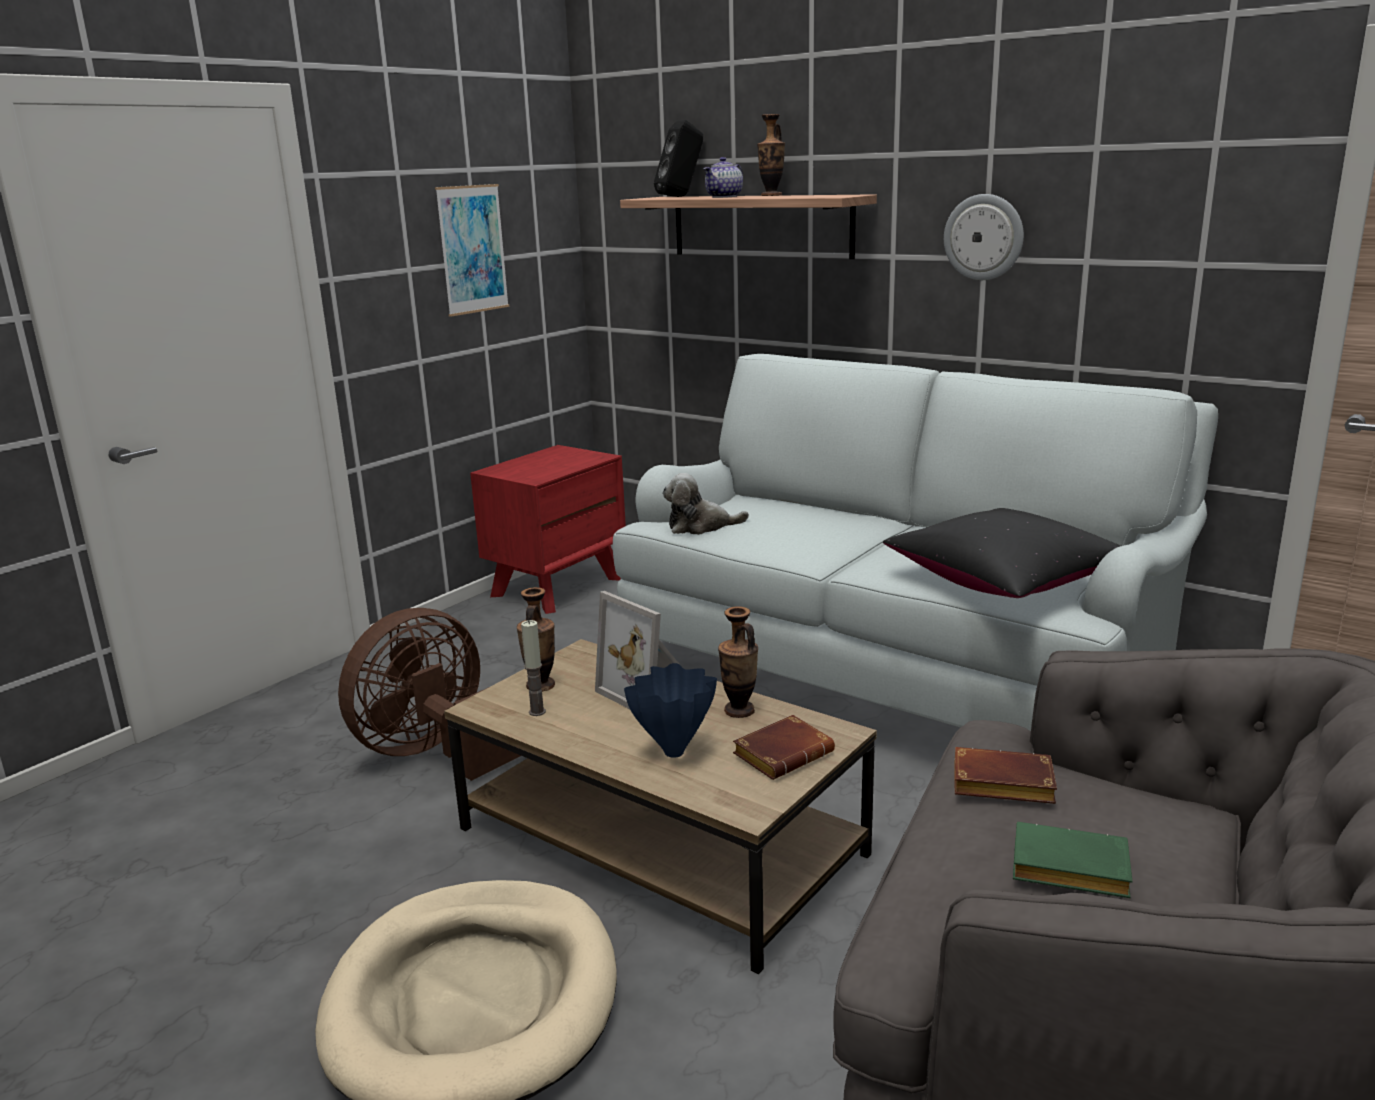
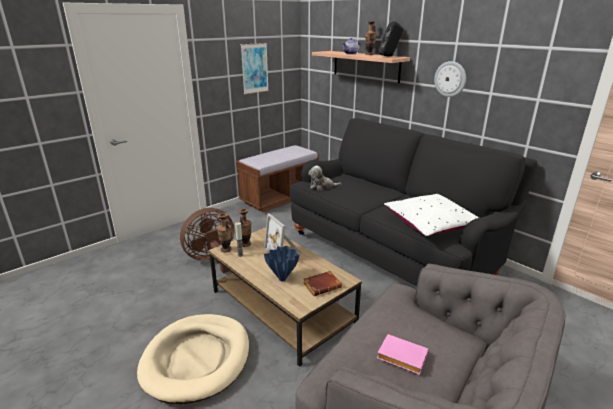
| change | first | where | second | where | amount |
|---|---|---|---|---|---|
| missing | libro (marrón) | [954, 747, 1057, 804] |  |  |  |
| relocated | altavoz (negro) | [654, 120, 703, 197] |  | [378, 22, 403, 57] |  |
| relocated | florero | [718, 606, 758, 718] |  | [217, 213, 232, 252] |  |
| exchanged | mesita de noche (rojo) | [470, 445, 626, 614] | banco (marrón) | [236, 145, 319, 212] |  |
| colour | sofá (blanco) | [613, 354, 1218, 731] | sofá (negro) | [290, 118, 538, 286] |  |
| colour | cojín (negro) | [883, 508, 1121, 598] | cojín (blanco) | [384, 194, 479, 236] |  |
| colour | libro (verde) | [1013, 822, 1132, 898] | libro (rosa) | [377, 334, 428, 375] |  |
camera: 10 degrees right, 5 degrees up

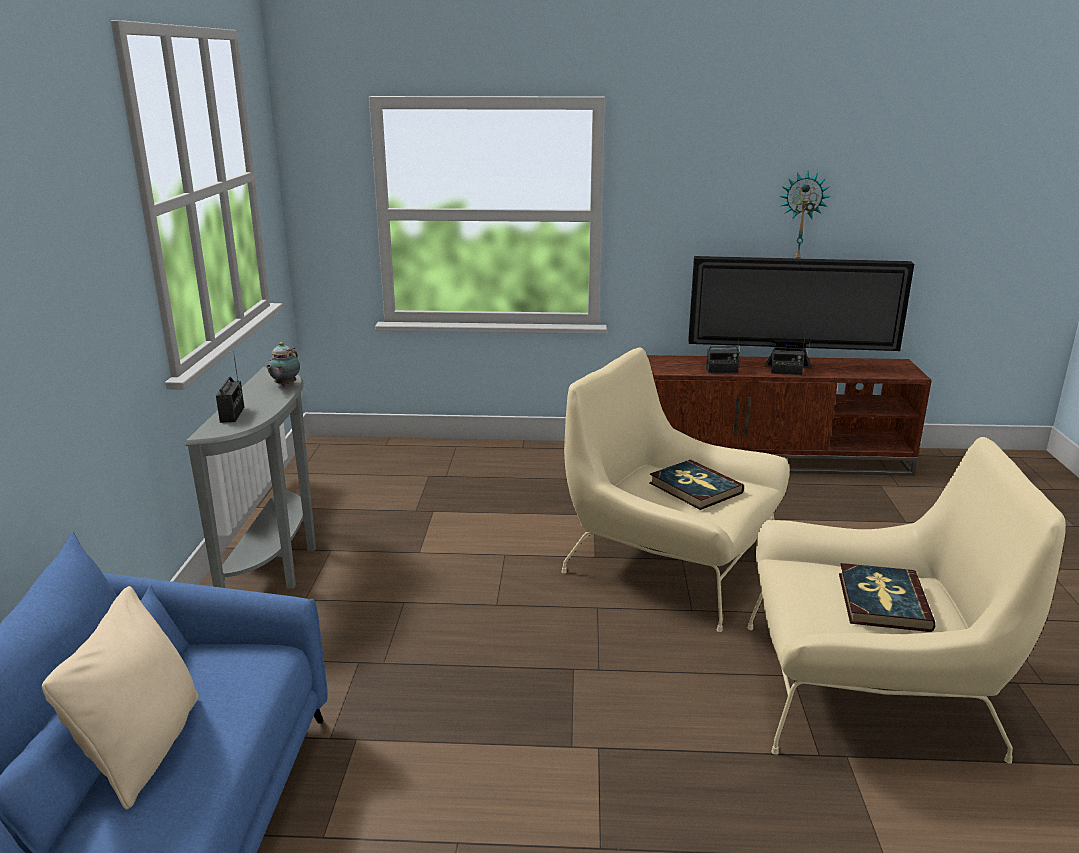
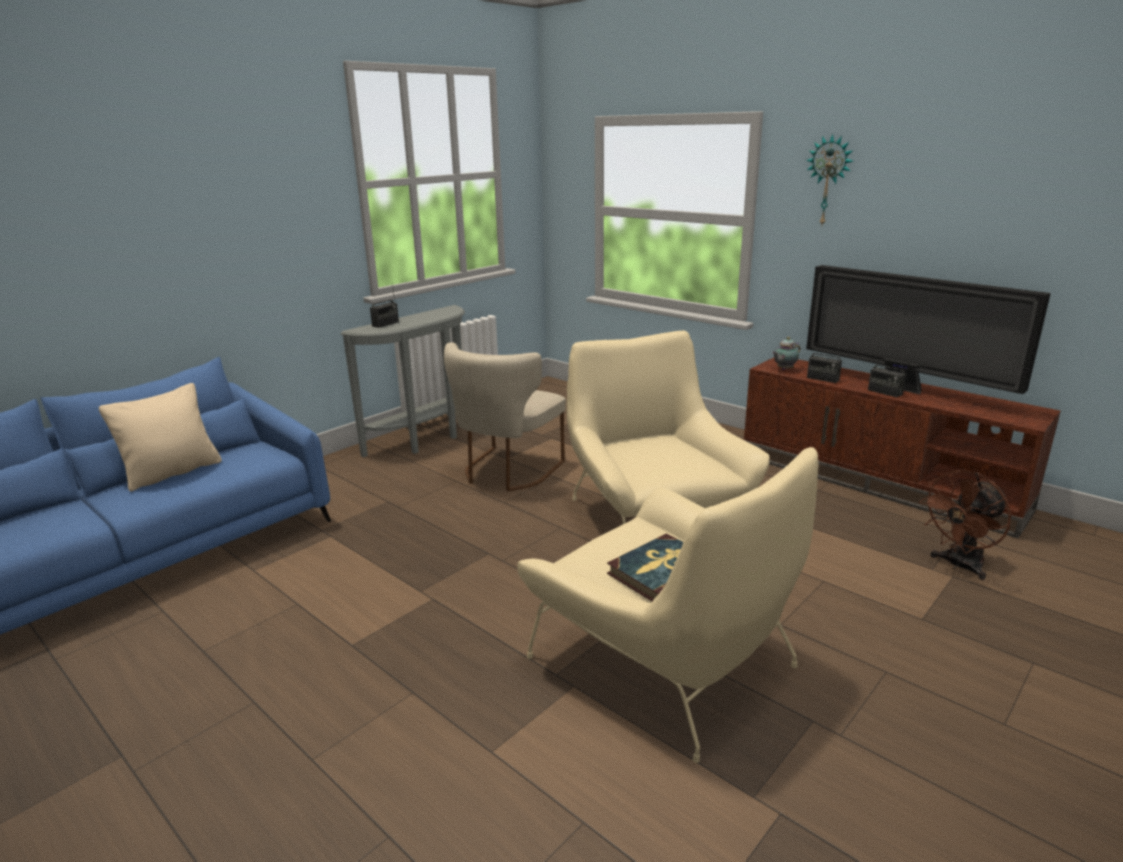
| change | first | where | second | where | amount |
|---|---|---|---|---|---|
| missing | libro | [649, 460, 744, 510] |  |  |  |
| appeared |  |  | silla (beis) | [444, 342, 566, 491] |  |
| appeared |  |  | ventilador (marrón) | [919, 470, 1011, 580] |  |
| relocated | tetera | [266, 342, 300, 386] |  | [772, 337, 800, 370] |  |
| relocated | reloj de pared | [779, 171, 830, 258] |  | [806, 134, 853, 225] |  |
camera: 40 degrees right, 0 degrees up

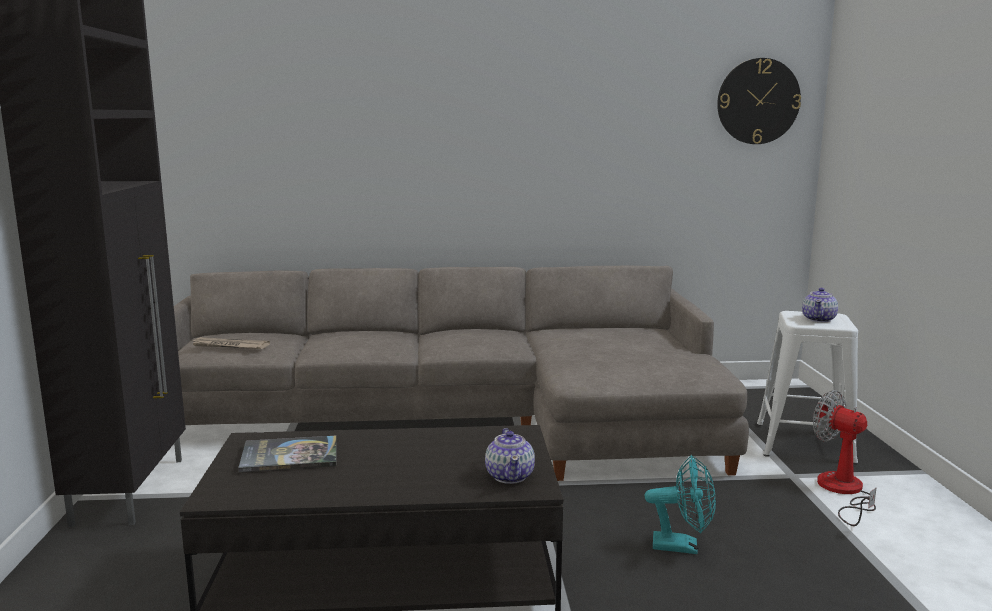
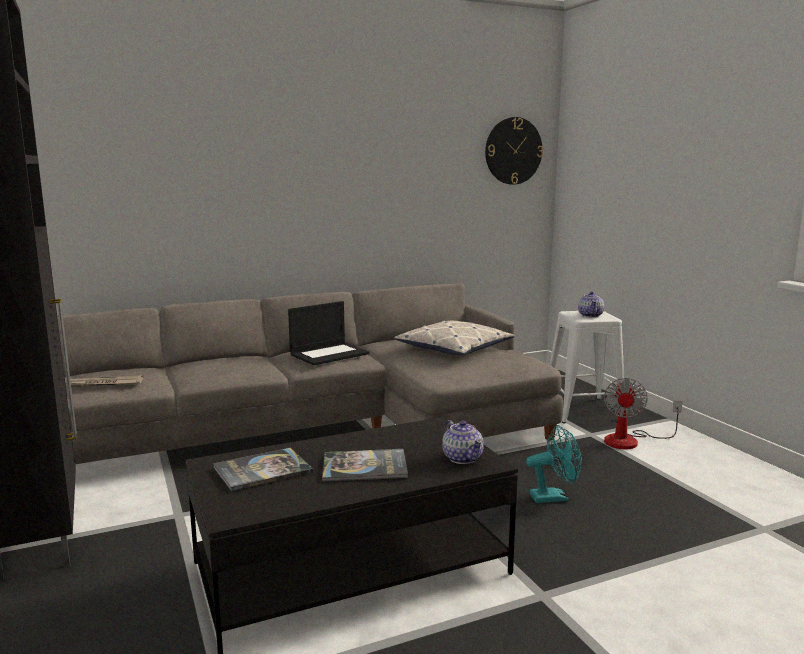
| change | first | where | second | where | amount |
|---|---|---|---|---|---|
| appeared |  |  | portátil | [288, 301, 369, 365] |  |
| appeared |  |  | libro | [322, 449, 408, 482] |  |
| appeared |  |  | cojín | [394, 320, 515, 355] |  |
| spun | ventilador | [813, 390, 876, 526] |  | [604, 378, 682, 449] | 105 degrees counterclockwise |
camera: 20 degrees left, 0 degrees up

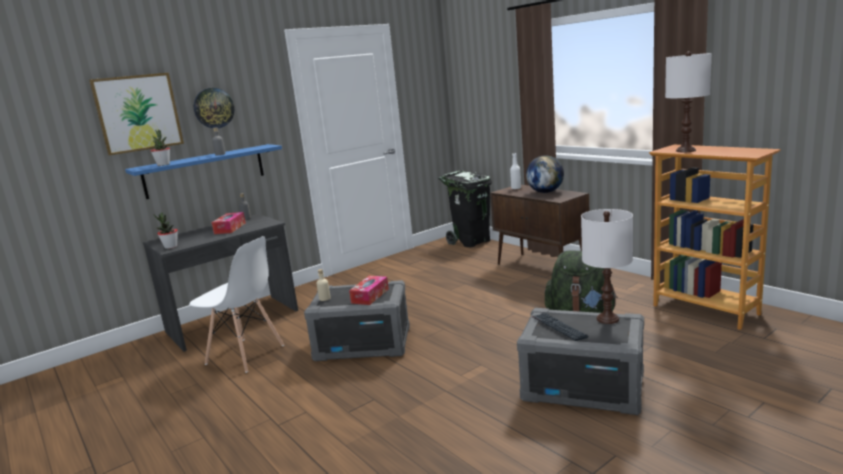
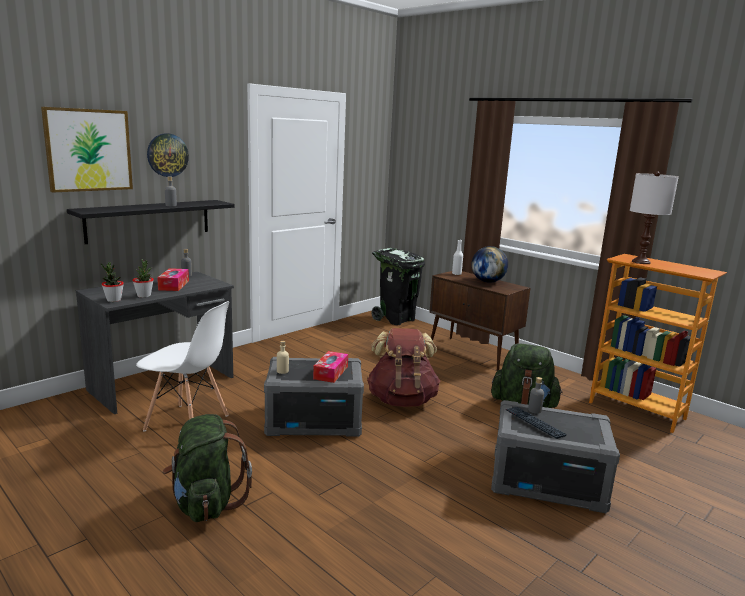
| change | first | where | second | where | amount |
|---|---|---|---|---|---|
| missing | lámpara de mesa (blanco) | [581, 209, 633, 324] |  |  |  |
| appeared |  |  | mochila (verde) | [163, 414, 252, 522] |  |
| appeared |  |  | mochila (marrón) | [367, 328, 441, 407] |  |
| appeared |  |  | botella (gris) | [528, 377, 544, 414] |  |
| relocated | planta en maceta | [150, 129, 170, 166] |  | [132, 259, 154, 298] |  |
| colour | estante (azul) | [125, 144, 282, 199] | estante (negro) | [67, 200, 234, 244] |  |
camera: 10 degrees left, 0 degrees up

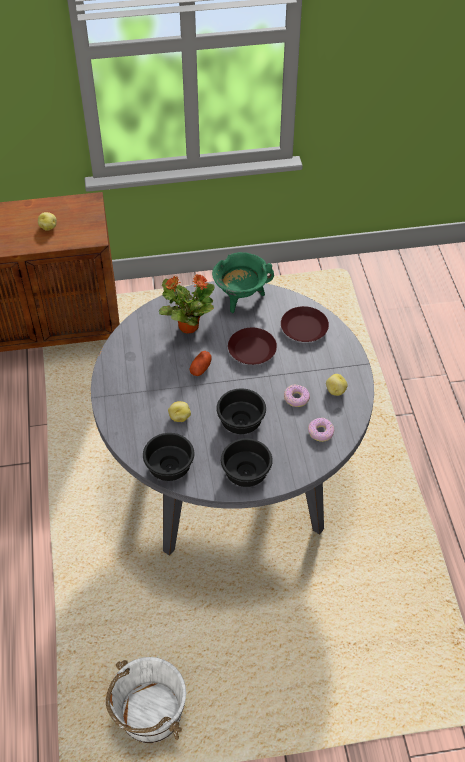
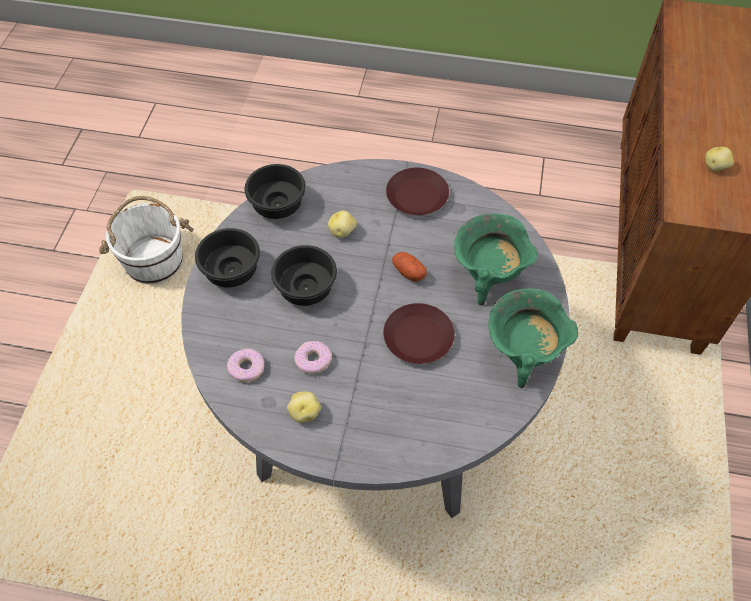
| change | first | where | second | where | amount |
|---|---|---|---|---|---|
| relocated | plato (marrón) | [281, 306, 329, 342] |  | [386, 168, 449, 215] |  |
| exchanged | planta en maceta | [159, 274, 215, 333] | olla (verde) | [454, 213, 538, 306] |  |
camera: 110 degrees right, 5 degrees up

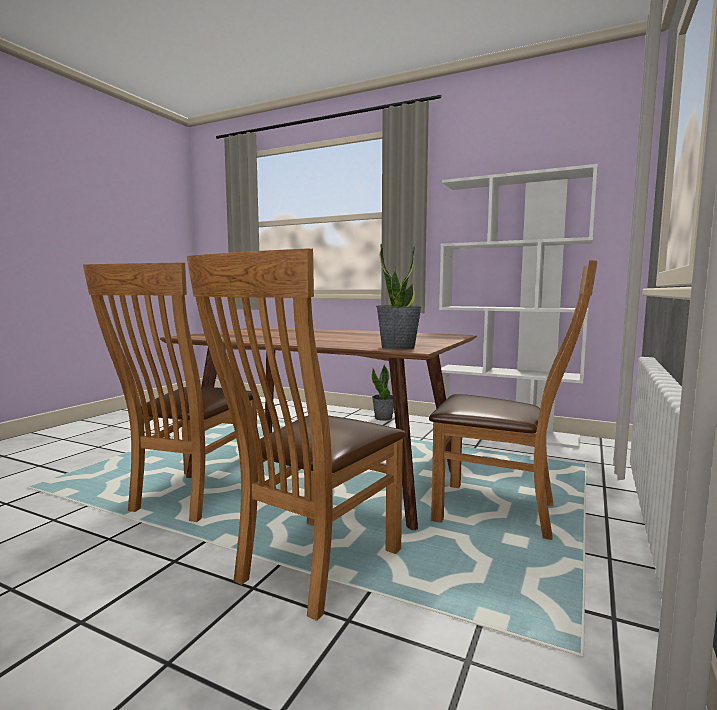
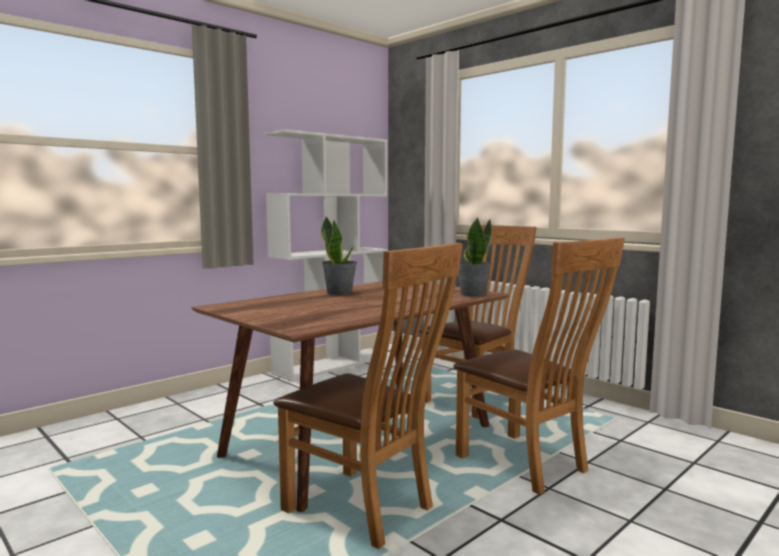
| change | first | where | second | where | amount |
|---|---|---|---|---|---|
| relocated | planta en maceta | [372, 364, 394, 421] |  | [321, 217, 357, 295] |  |
camera: 70 degrees left, 0 degrees up

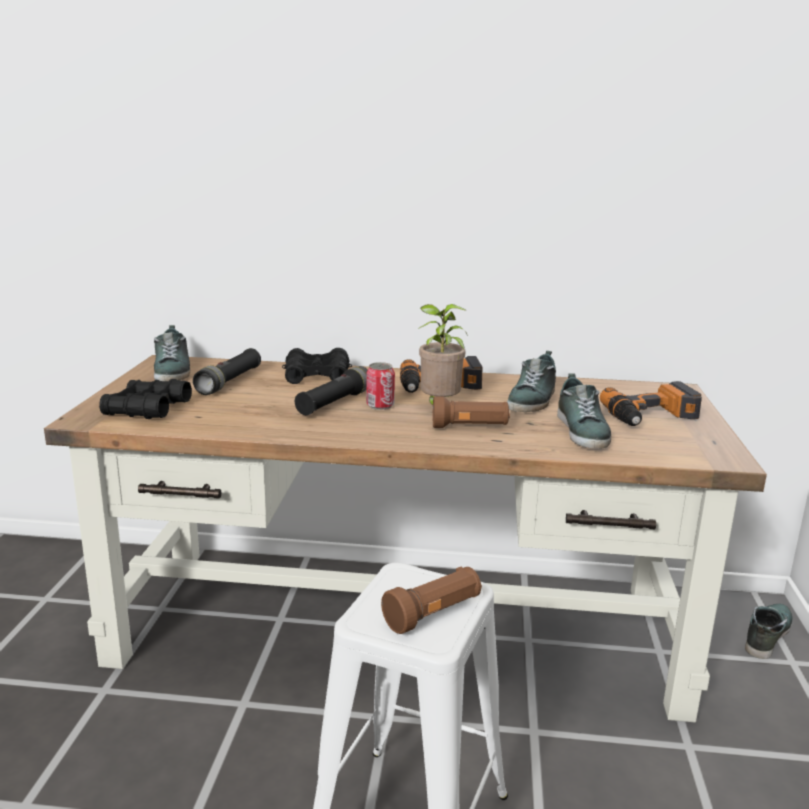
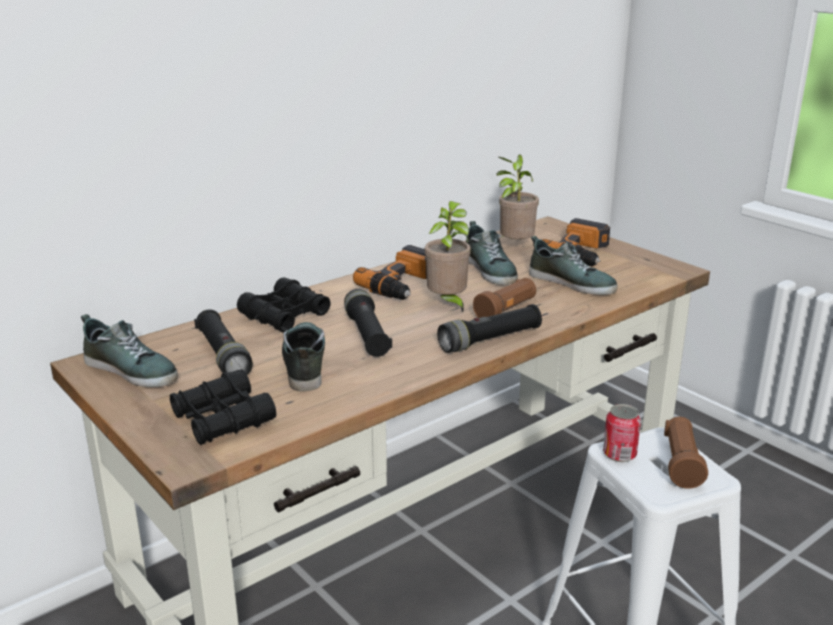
| change | first | where | second | where | amount |
|---|---|---|---|---|---|
| appeared |  |  | linterna (negro) | [437, 304, 542, 353] |  |
| appeared |  |  | planta en maceta | [497, 155, 539, 240] |  |
| relocated | lata | [366, 362, 395, 410] |  | [603, 404, 641, 462] |  |
| relocated | zapato | [745, 604, 793, 659] |  | [282, 322, 325, 391] |  |
camera: 45 degrees left, 5 degrees up

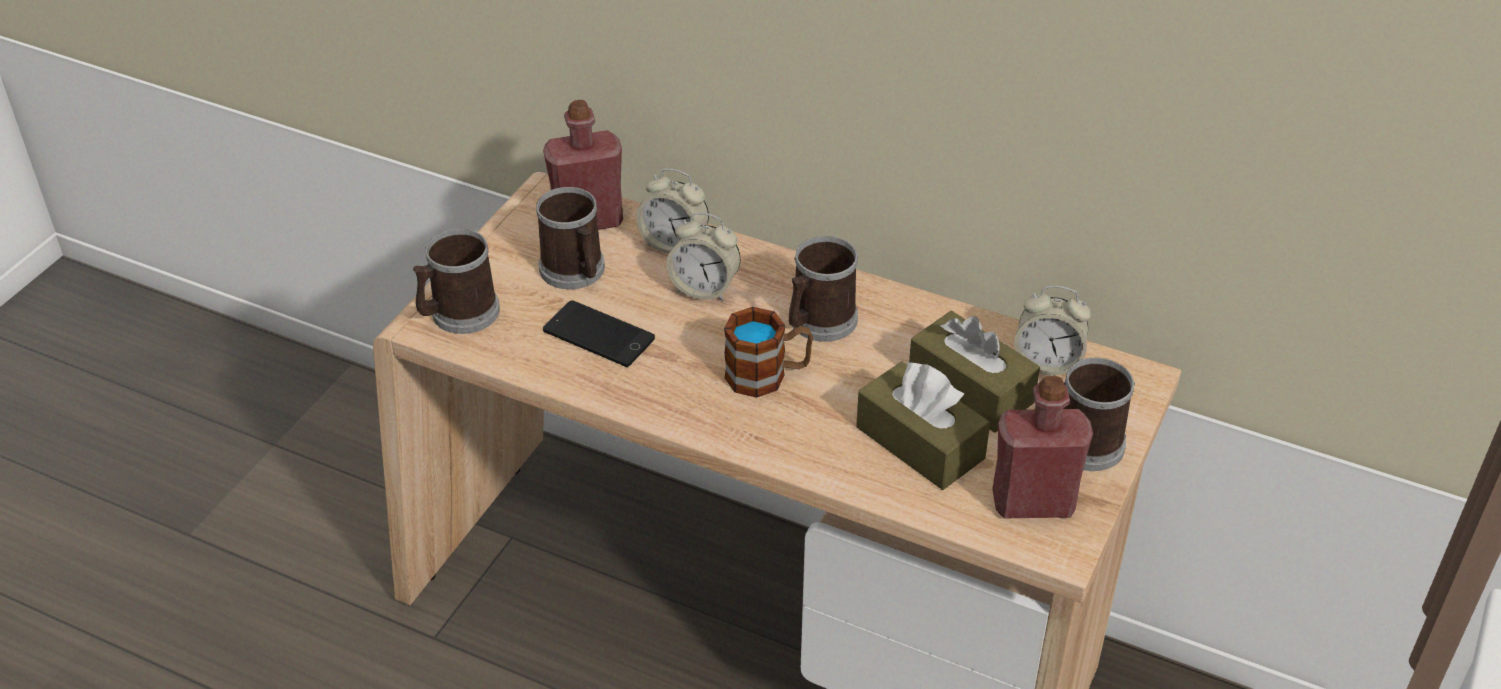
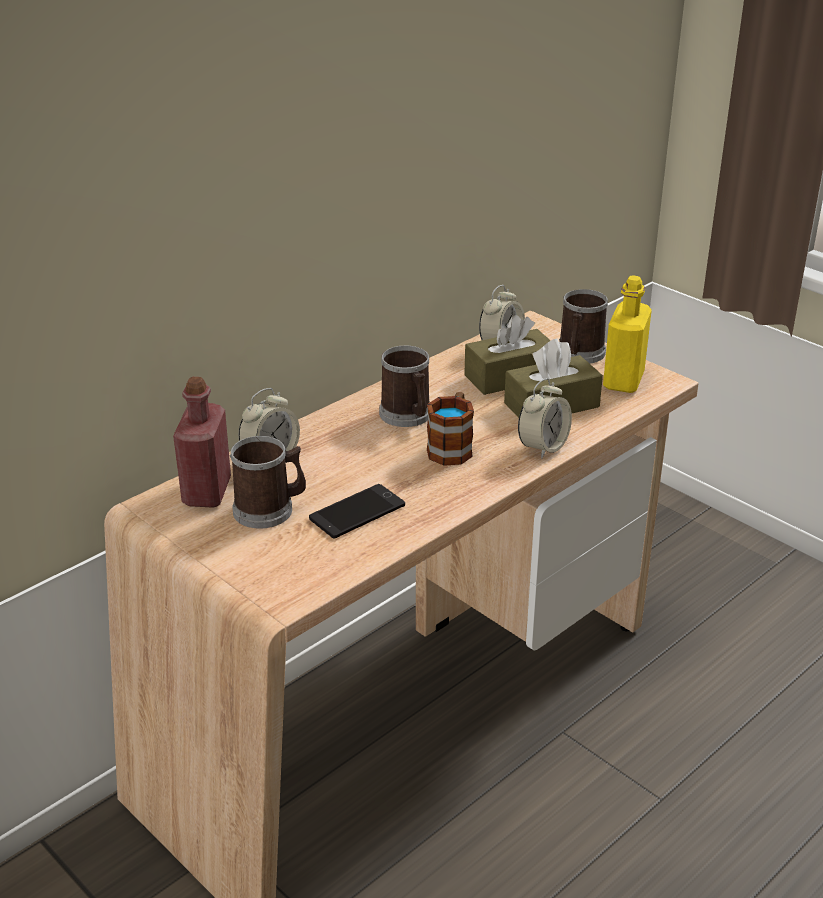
| change | first | where | second | where | amount |
|---|---|---|---|---|---|
| missing | taza grande | [413, 229, 500, 334] |  |  |  |
| relocated | despertador | [666, 213, 741, 301] |  | [518, 378, 572, 459] |  |
| colour | botella (rojo) | [992, 376, 1093, 519] | botella (amarillo) | [603, 275, 652, 393] |  |
camera: 70 degrees left, 10 degrees down

